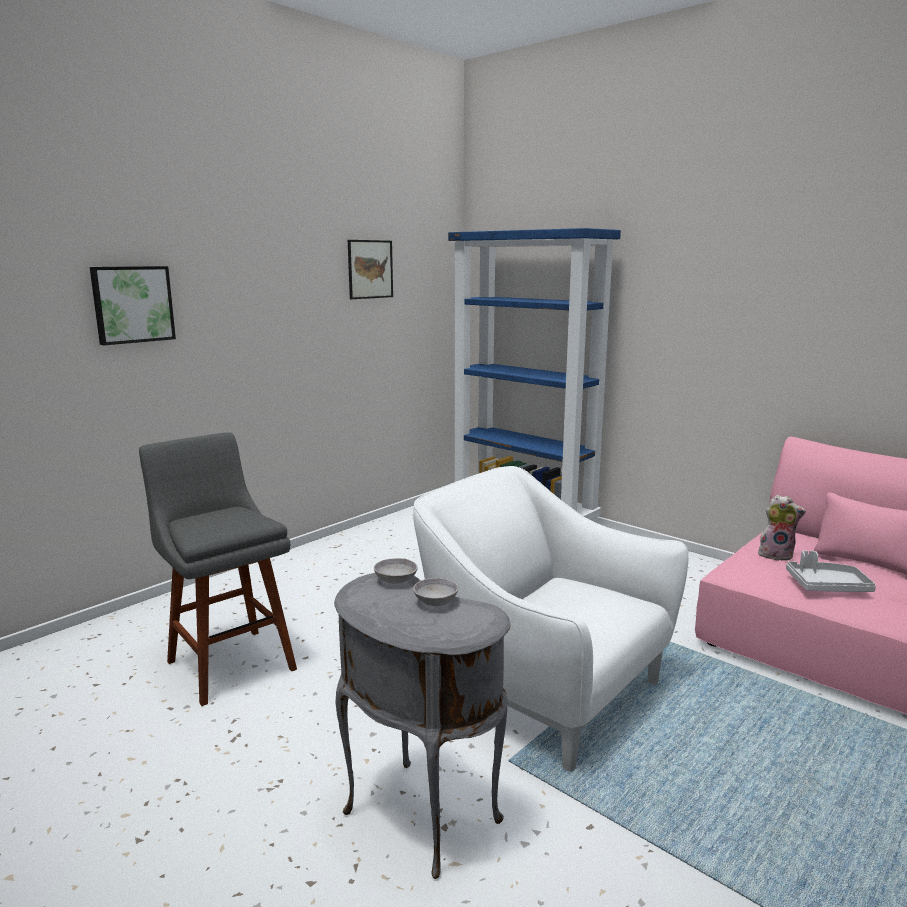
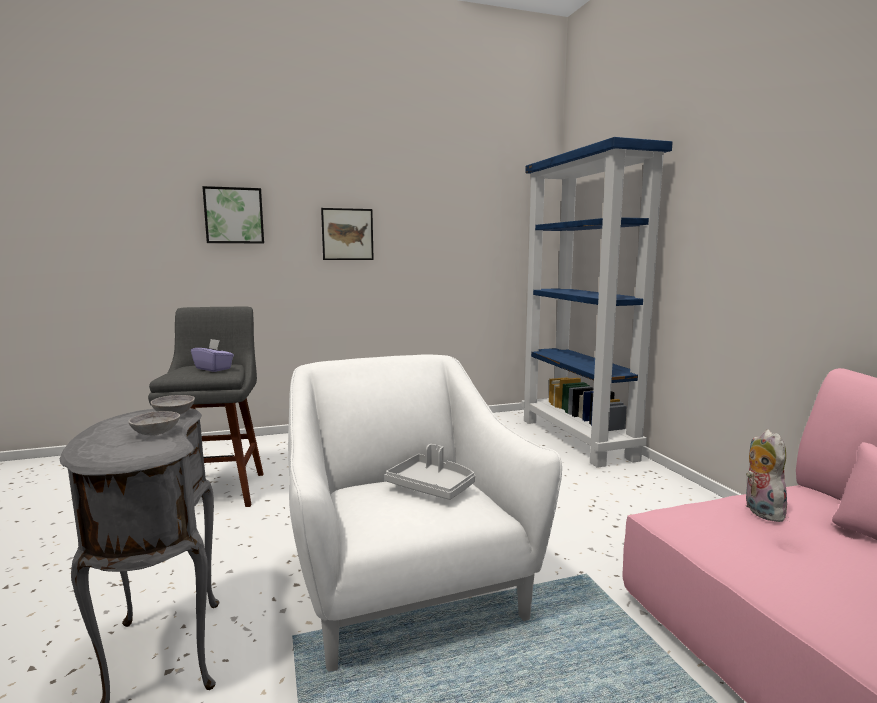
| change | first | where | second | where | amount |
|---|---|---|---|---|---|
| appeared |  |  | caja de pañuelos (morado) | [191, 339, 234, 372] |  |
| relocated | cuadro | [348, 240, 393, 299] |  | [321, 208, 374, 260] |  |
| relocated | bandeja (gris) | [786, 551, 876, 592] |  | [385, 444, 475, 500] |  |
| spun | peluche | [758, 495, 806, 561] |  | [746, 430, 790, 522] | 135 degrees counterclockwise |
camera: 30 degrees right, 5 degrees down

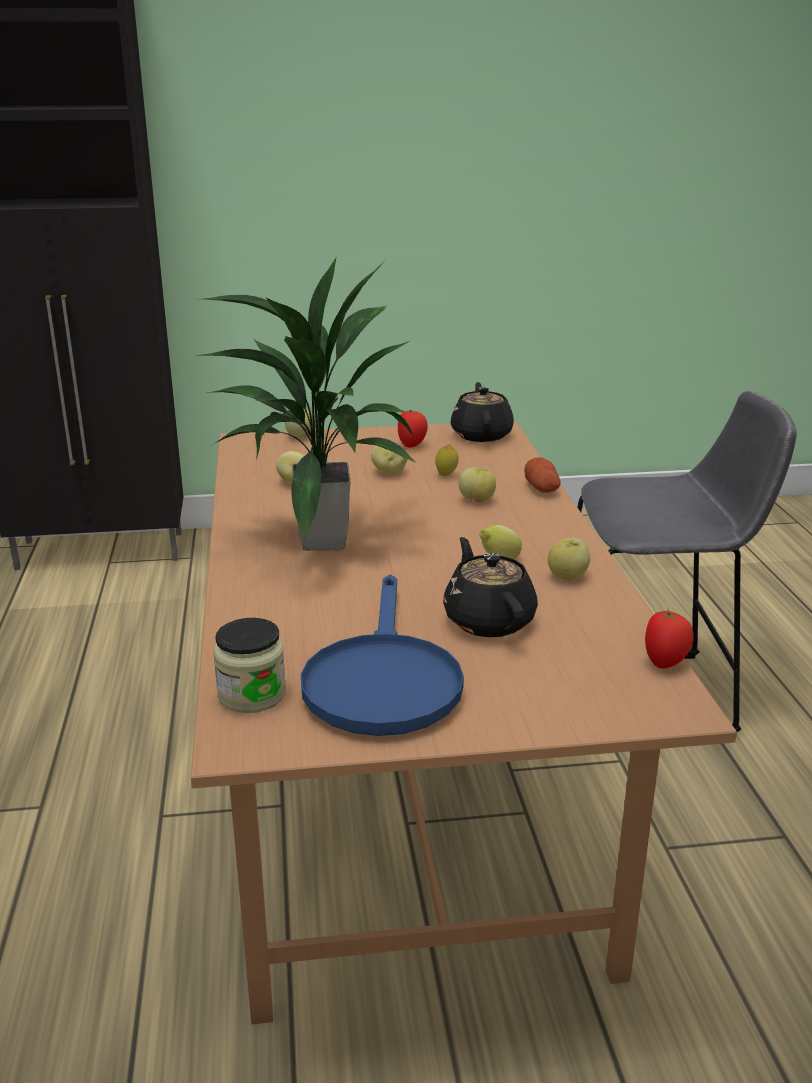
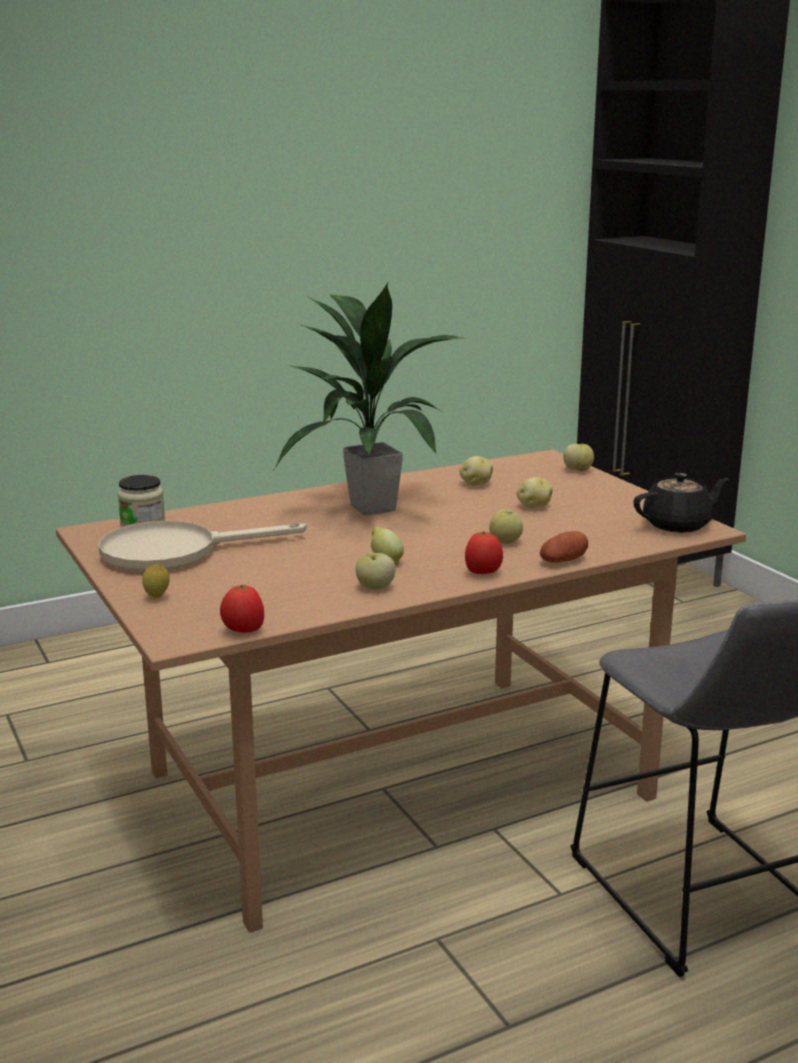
| change | first | where | second | where | amount |
|---|---|---|---|---|---|
| missing | tetera (negro) | [443, 537, 538, 637] |  |  |  |
| relocated | tomate | [398, 410, 428, 448] |  | [465, 531, 503, 574] |  |
| relocated | limón | [435, 444, 459, 476] |  | [142, 564, 169, 598] |  |
| colour | sartén (azul) | [301, 574, 464, 736] | sartén (beis) | [99, 521, 307, 571] |  |
camera: 70 degrees right, 5 degrees down

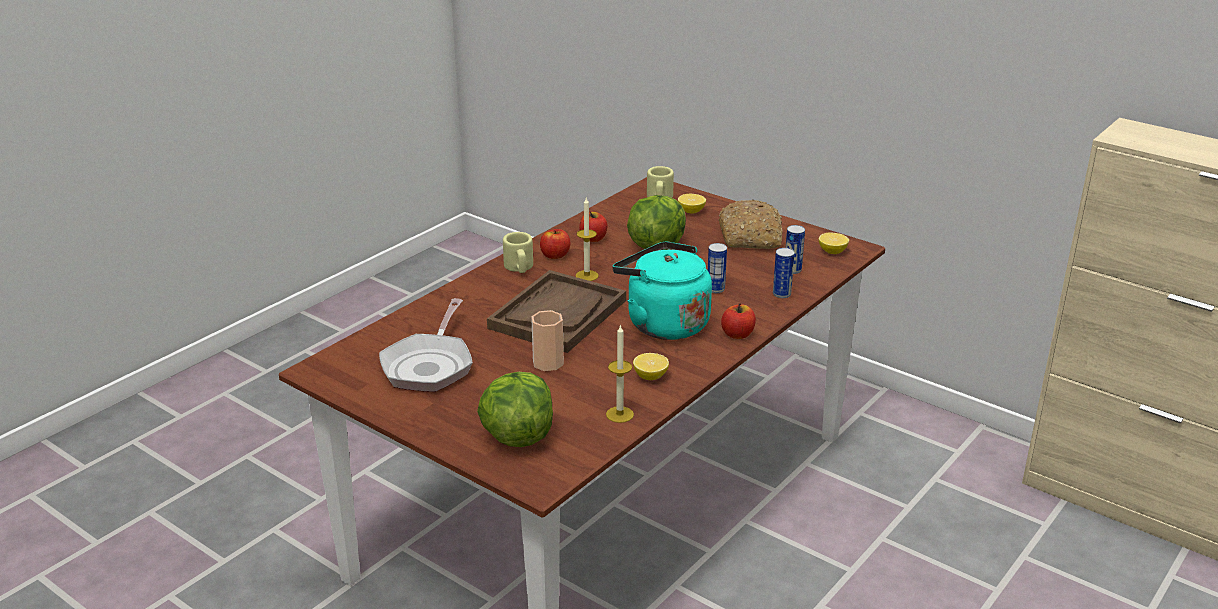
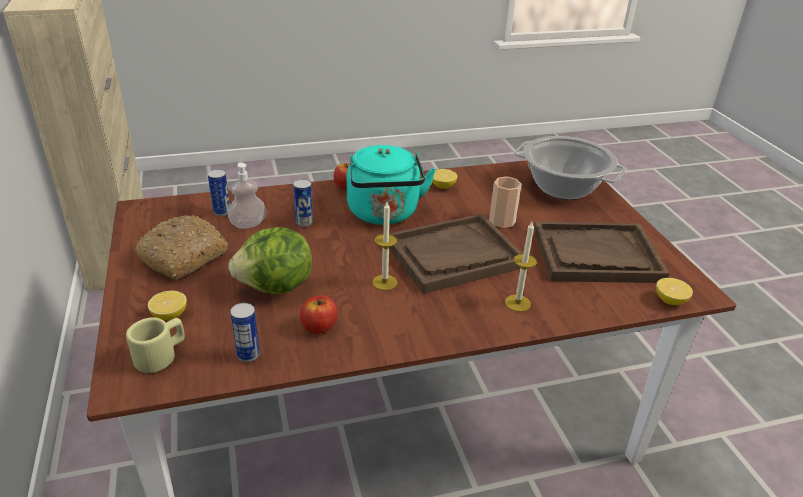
| change | first | where | second | where | amount |
|---|---|---|---|---|---|
| missing | taza grande (beis) | [503, 232, 533, 273] |  |  |  |
| missing | manzana | [540, 229, 570, 259] |  |  |  |
| appeared |  |  | dispensador de jabón | [228, 162, 266, 229] |  |
| relocated | vela | [606, 324, 634, 423] |  | [505, 222, 537, 312] |  |
| relocated | lata | [773, 248, 795, 298] |  | [230, 303, 260, 363] |  |
| relocated | limón | [819, 232, 849, 254] |  | [656, 278, 693, 305] |  |
| exchanged | sartén | [379, 298, 473, 392] | bandeja (marrón) | [534, 222, 669, 283] |  |
| exchanged | lechuga | [477, 372, 553, 447] | olla | [514, 136, 626, 200] |  |
camera: 145 degrees left, 5 degrees up

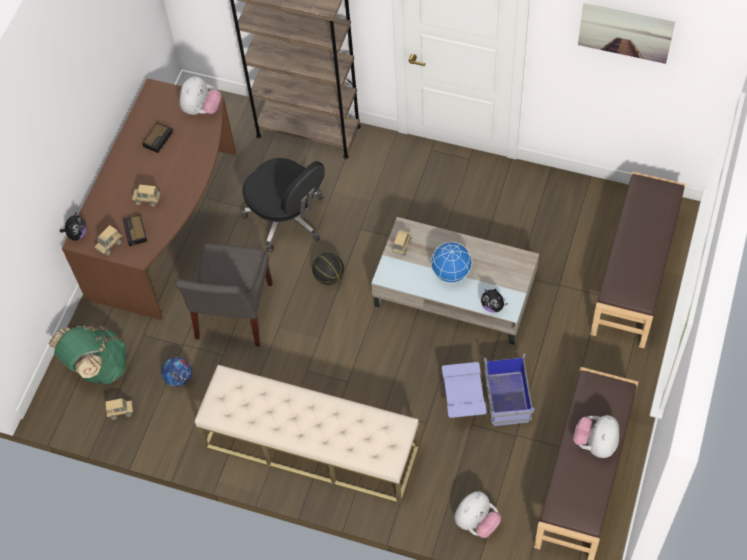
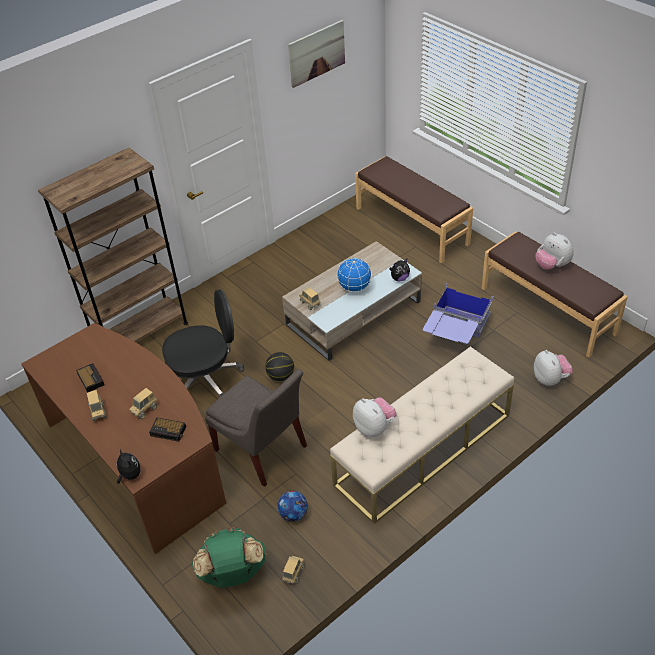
| change | first | where | second | where | amount |
|---|---|---|---|---|---|
| relocated | camión de juguete | [95, 225, 122, 256] |  | [87, 390, 107, 422] |  |
| relocated | peluche | [180, 76, 221, 115] |  | [353, 397, 397, 437] |  |
camera: 60 degrees left, 15 degrees down

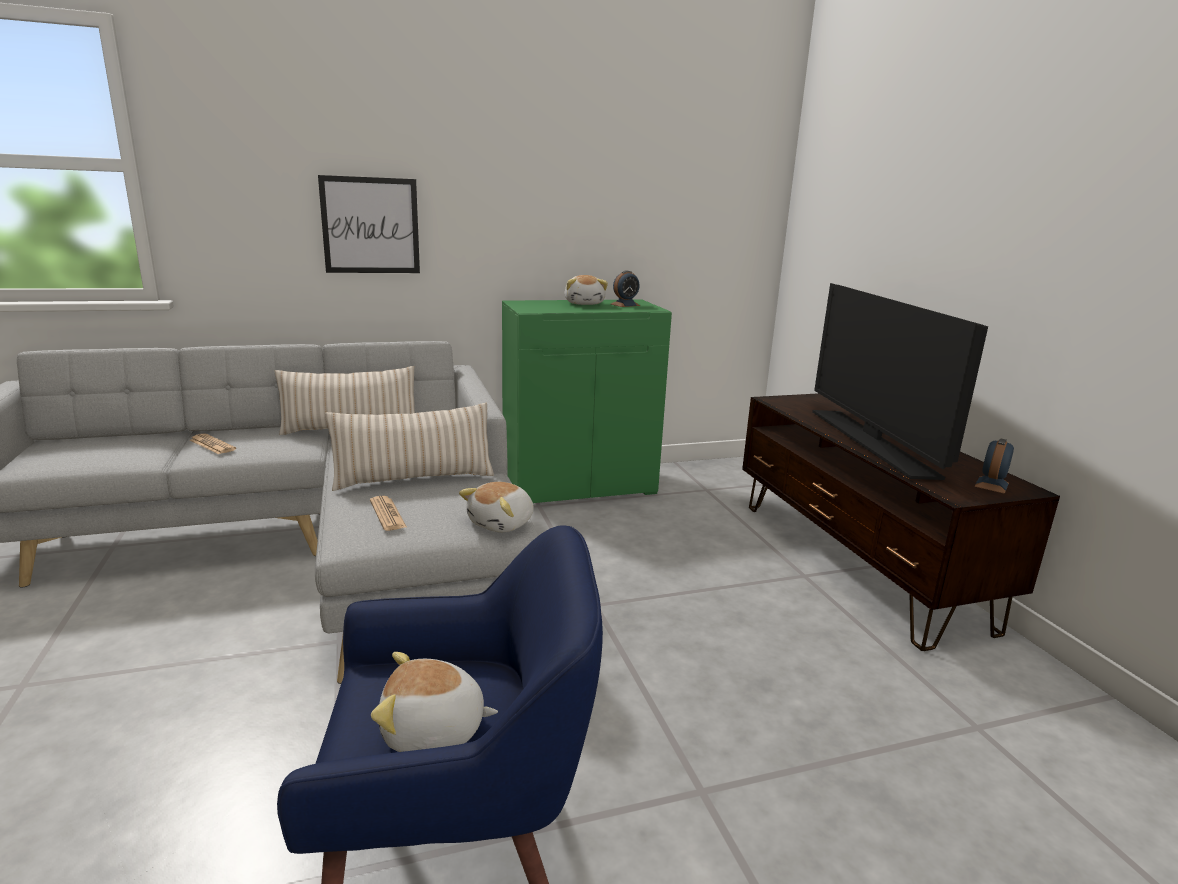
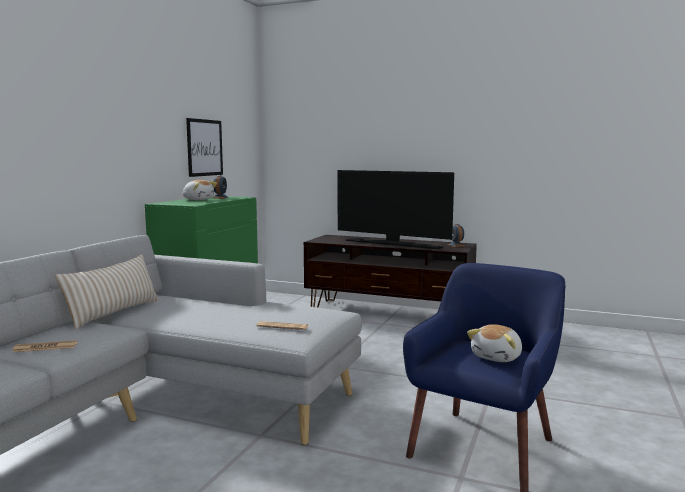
| change | first | where | second | where | amount |
|---|---|---|---|---|---|
| missing | cojín (beis) | [325, 403, 494, 491] |  |  |  |
| missing | peluche | [459, 482, 534, 533] |  |  |  |
| relocated | cuadro | [318, 175, 420, 273] |  | [186, 118, 223, 177] |  |
camera: 50 degrees left, 10 degrees down

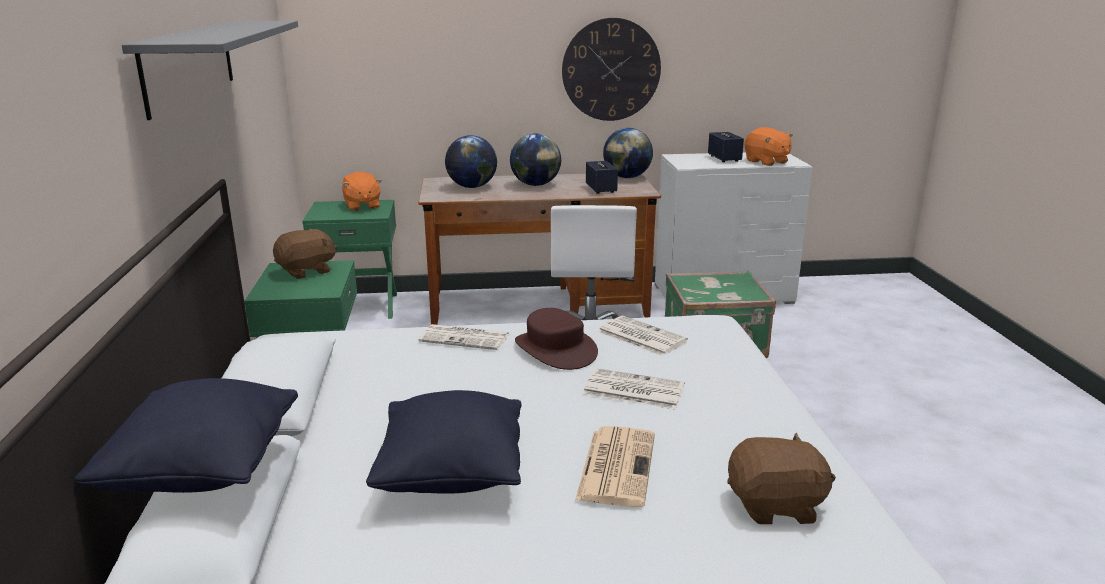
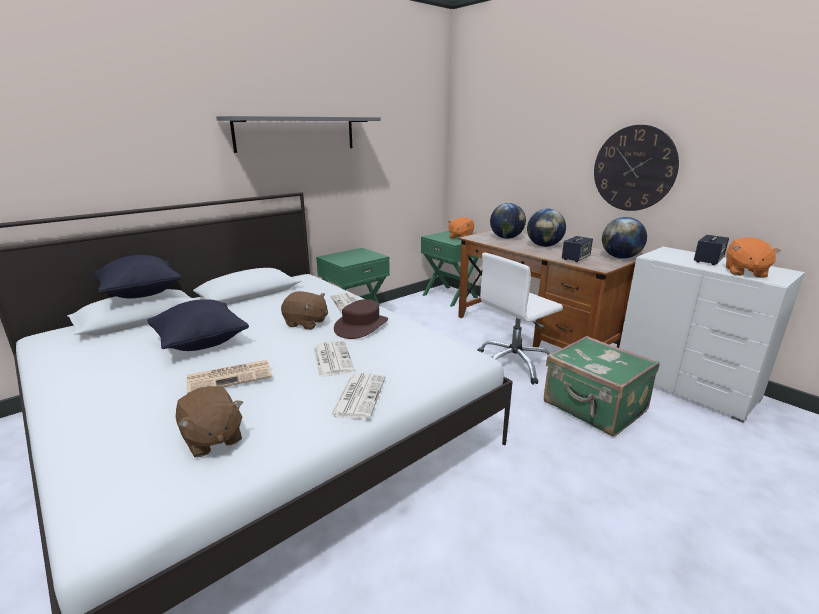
| change | first | where | second | where | amount |
|---|---|---|---|---|---|
| relocated | peluche (marrón) | [273, 228, 337, 279] |  | [281, 291, 328, 330] |  |
| relocated | periódico | [598, 316, 688, 356] |  | [331, 373, 385, 419] |  |
camera: 55 degrees right, 0 degrees up

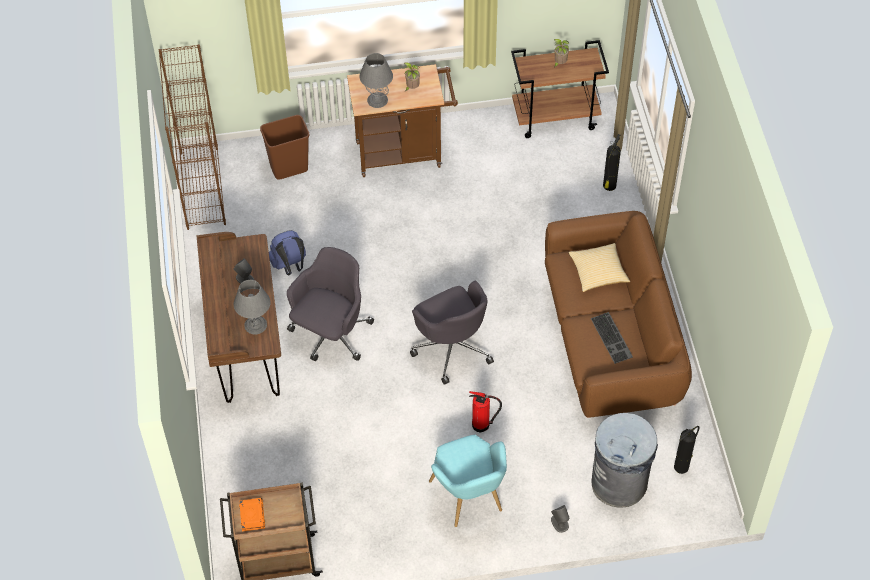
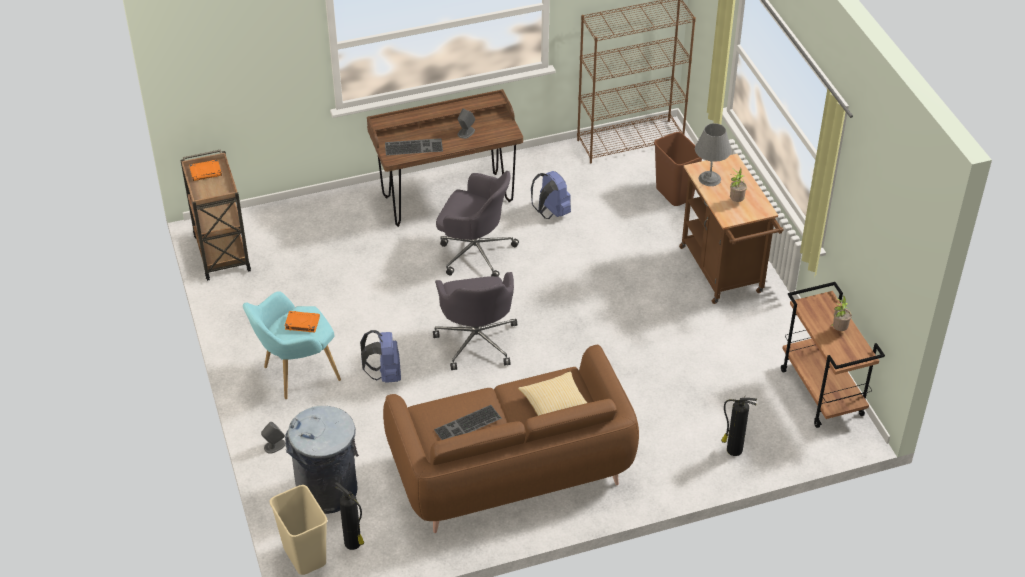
| change | first | where | second | where | amount |
|---|---|---|---|---|---|
| appeared |  |  | papelera (beis) | [270, 485, 328, 575] |  |
| appeared |  |  | libro (naranja) | [284, 311, 320, 332] |  |
| exchanged | lámpara de mesa (gris) | [234, 280, 270, 335] | teclado | [385, 138, 443, 155] |  |
| exchanged | extintor | [469, 391, 502, 432] | mochila (azul) | [360, 330, 401, 383] |  |
| spun | silla de oficina (gris) | [410, 281, 494, 385] |  | [433, 272, 517, 370] | 60 degrees counterclockwise |
camera: 80 degrees right, 10 degrees down

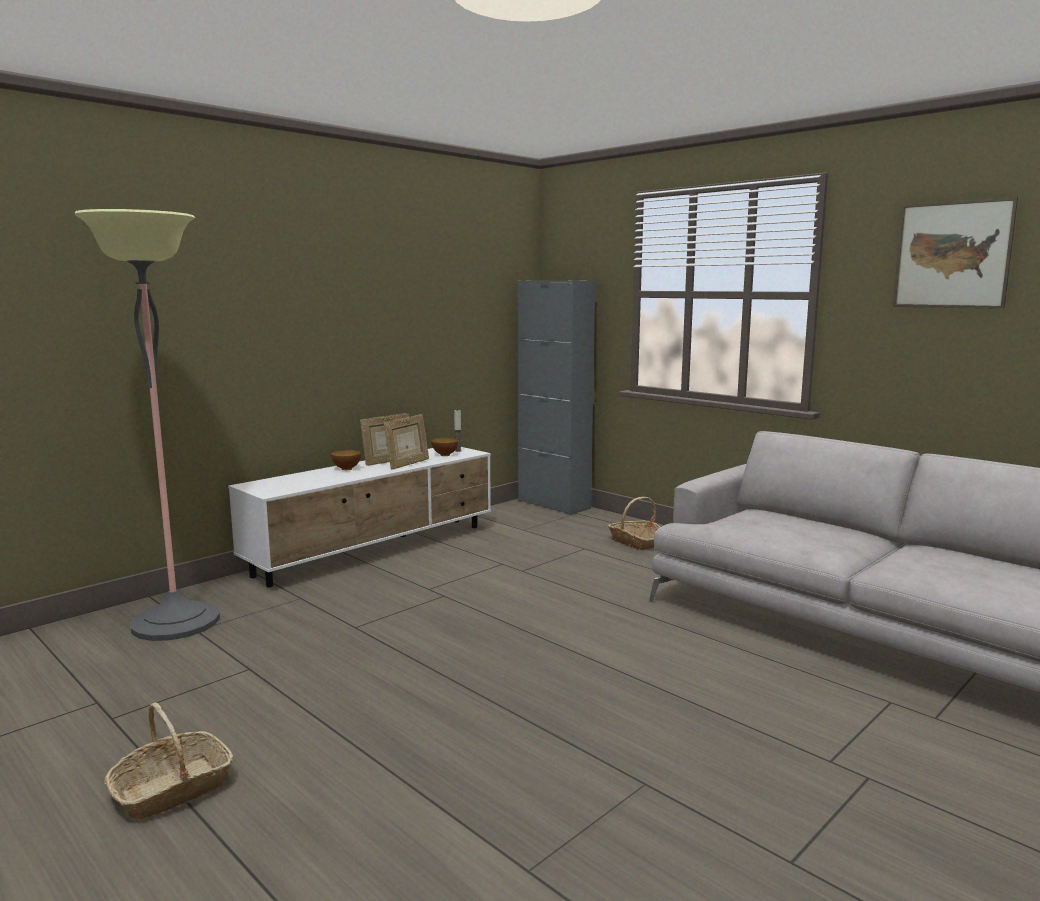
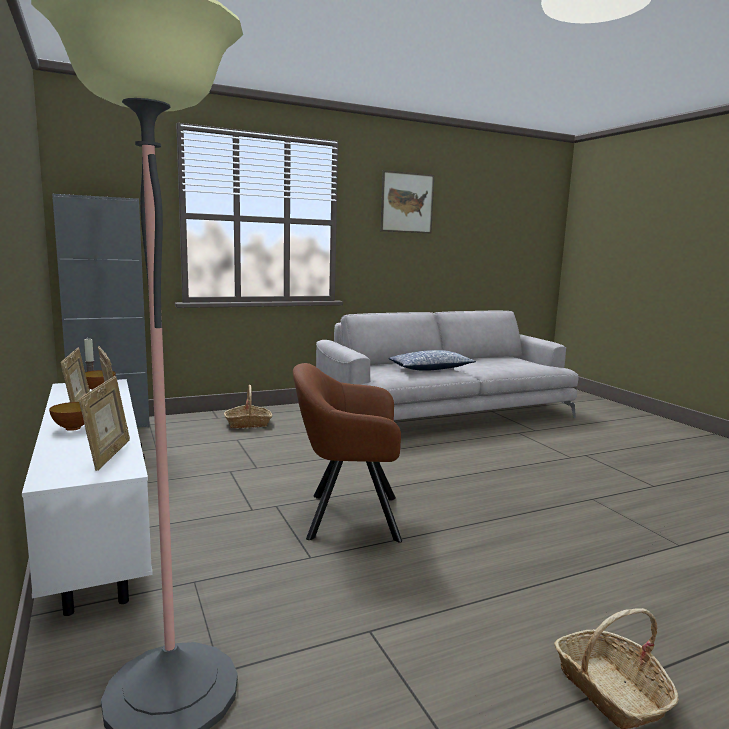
| change | first | where | second | where | amount |
|---|---|---|---|---|---|
| appeared |  |  | portarretratos | [79, 376, 130, 471] |  |
| appeared |  |  | sillón (marrón) | [293, 363, 402, 542] |  |
| appeared |  |  | cojín | [388, 350, 476, 371] |  |
camera: 70 degrees left, 0 degrees up

